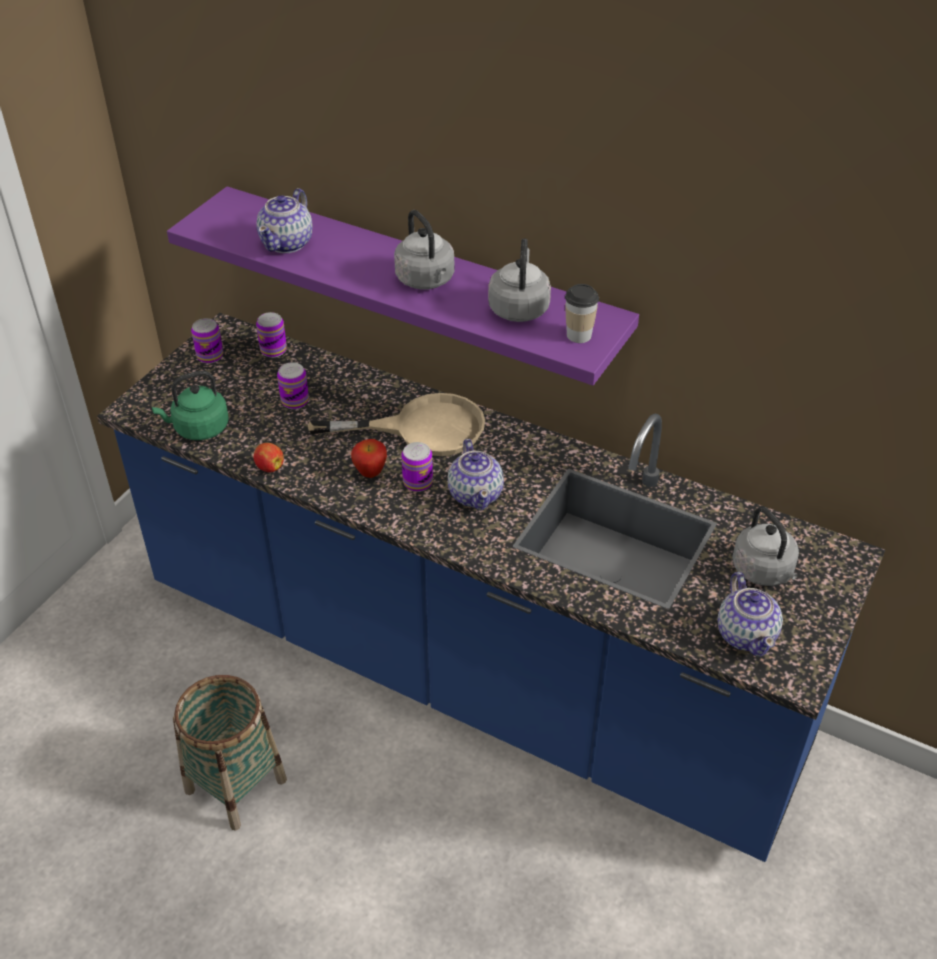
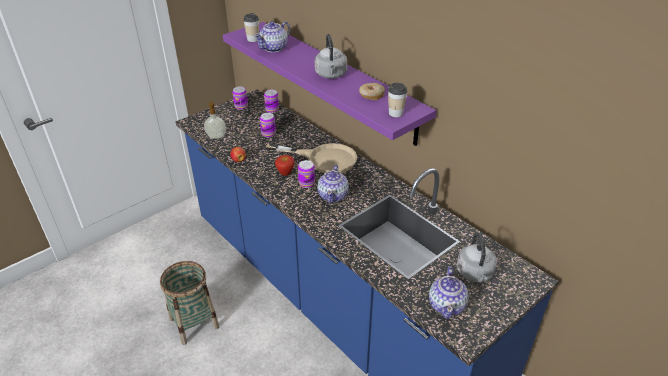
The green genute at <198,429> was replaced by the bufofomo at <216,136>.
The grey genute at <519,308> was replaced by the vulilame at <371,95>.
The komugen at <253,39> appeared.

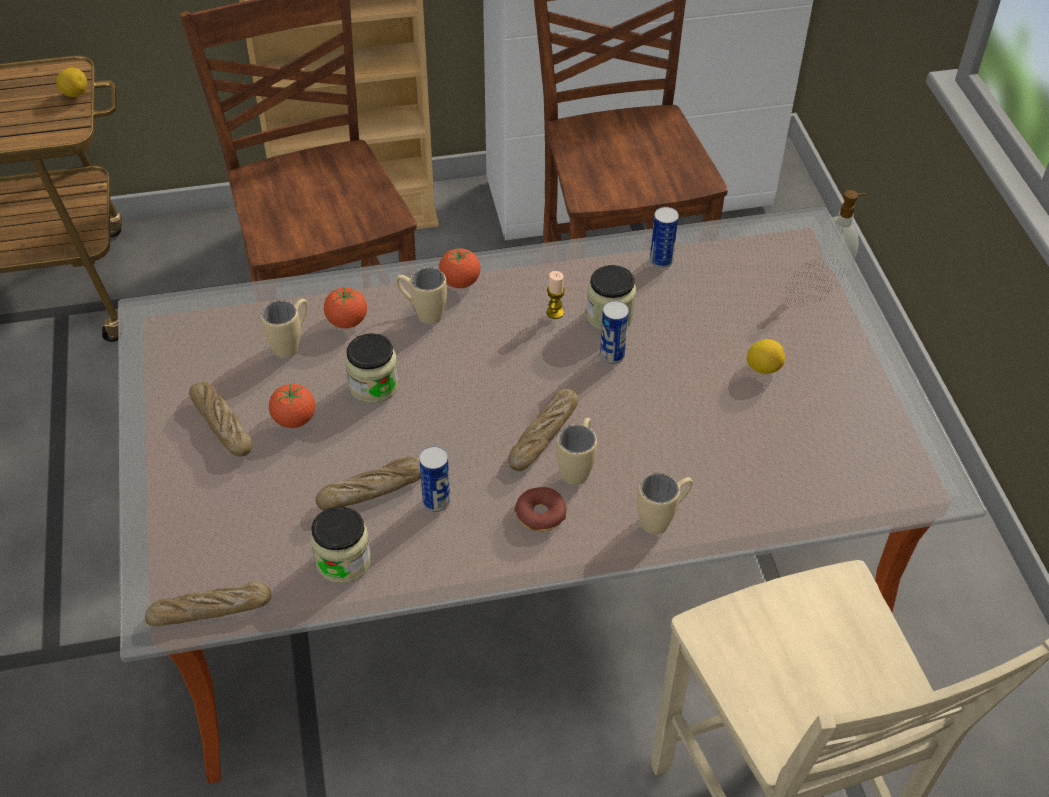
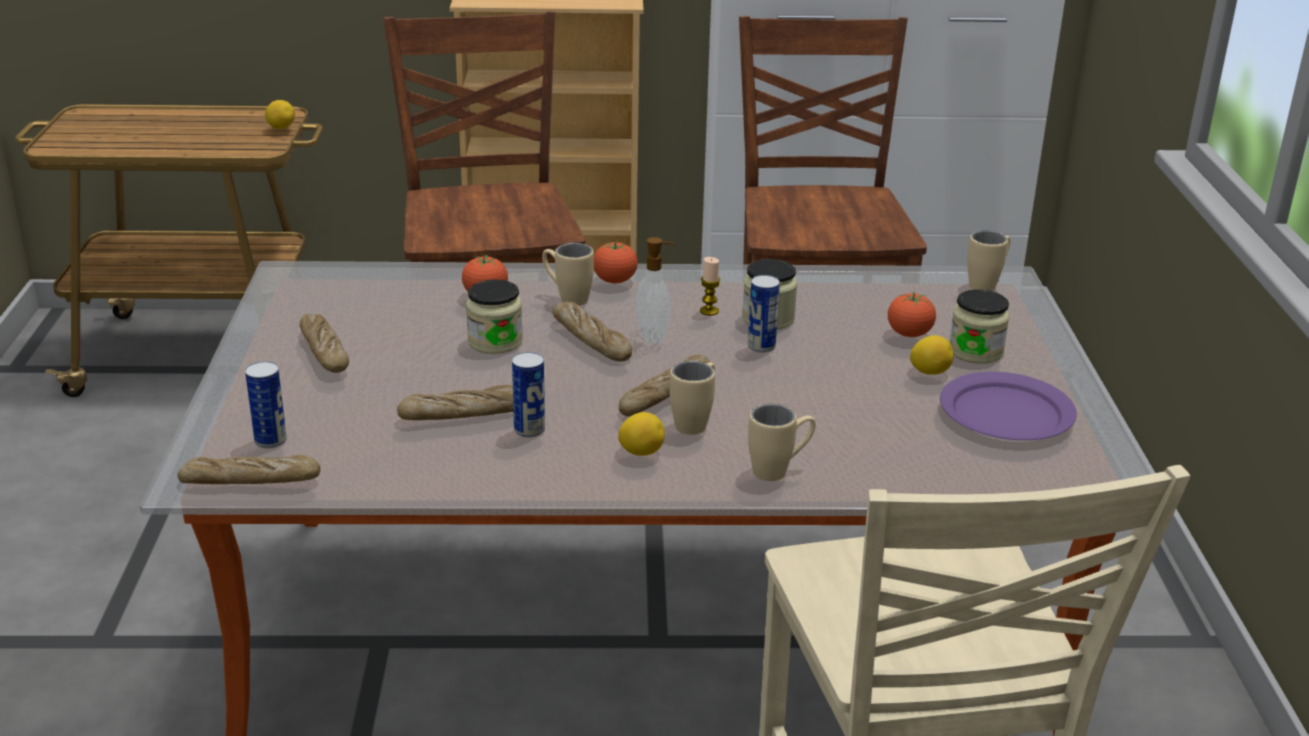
The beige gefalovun moved from <292,343> to <987,283>.
The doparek moved from <294,419> to <909,334>.
The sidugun moved from <343,560> to <975,351>.
The vulilame at <540,515> was replaced by the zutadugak at <641,452>.
The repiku moved from <661,261> to <270,441>.
The bufofomo moved from <835,262> to <654,336>.
The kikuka at <591,340> appeared.
The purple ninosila at <1006,412> appeared.

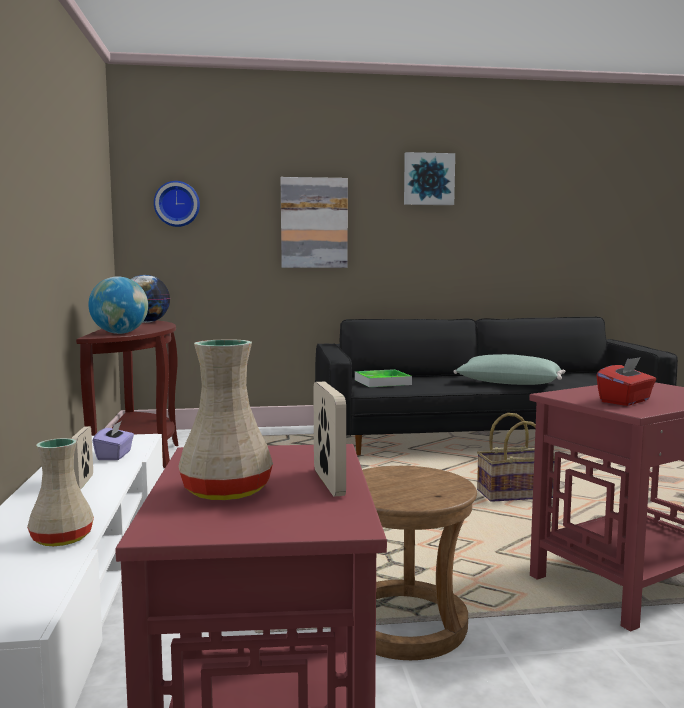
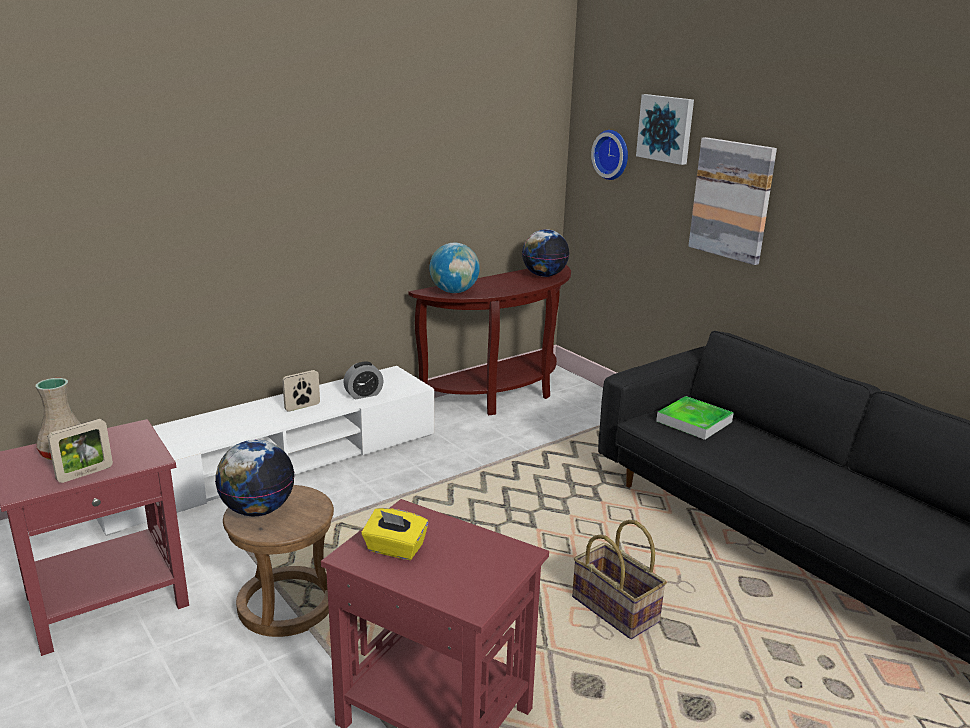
The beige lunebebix at <63,538> disappeared.
The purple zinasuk at <115,455> was replaced by the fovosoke at <363,394>.
The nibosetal moved from <428,179> to <666,128>.
The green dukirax at <508,384> disappeared.
The red zinasuk at <625,401> became the yellow zinasuk at <395,549>.
The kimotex at <258,510> appeared.

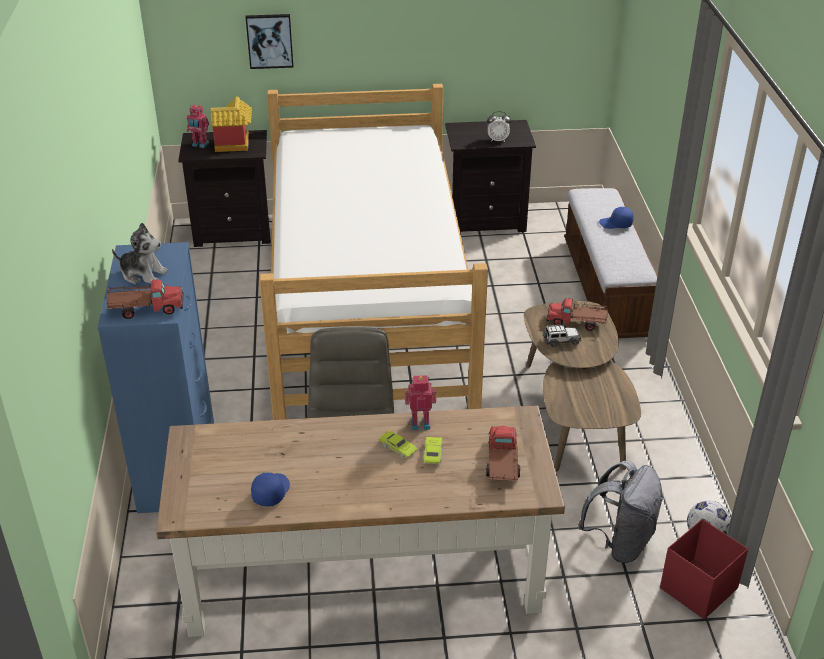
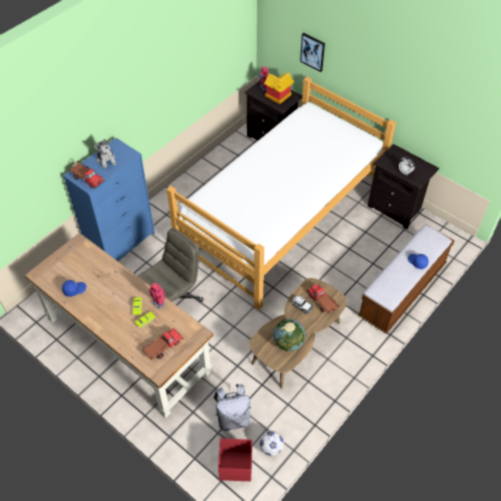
The kimotex at <288,343> appeared.

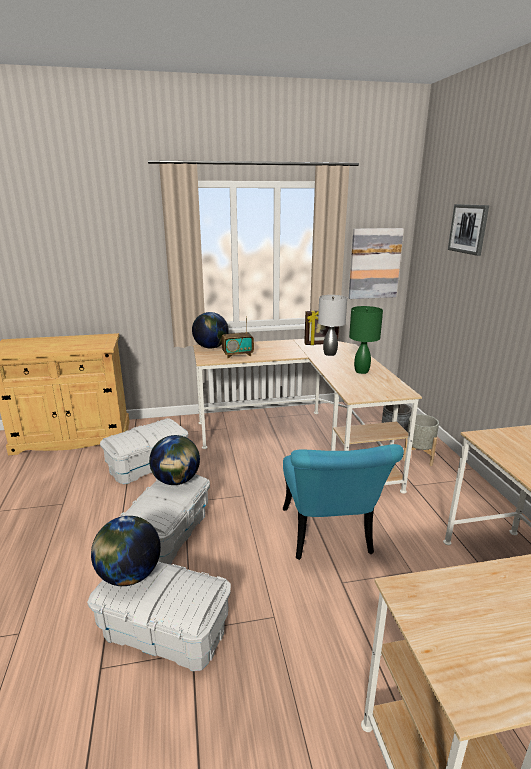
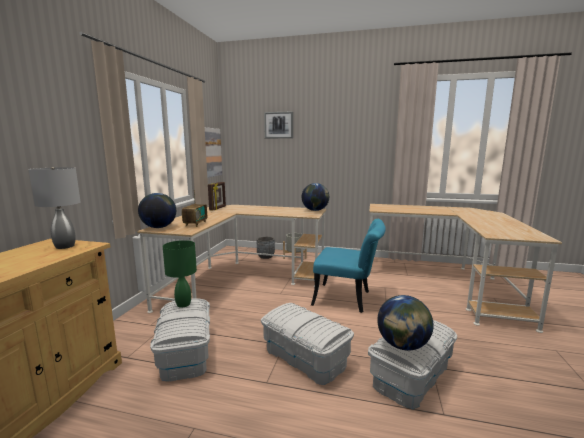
The kimotex moved from <176,481> to <315,210>.
The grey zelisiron moved from <330,353> to <65,246>.
The green zelisiron moved from <361,371> to <183,304>.

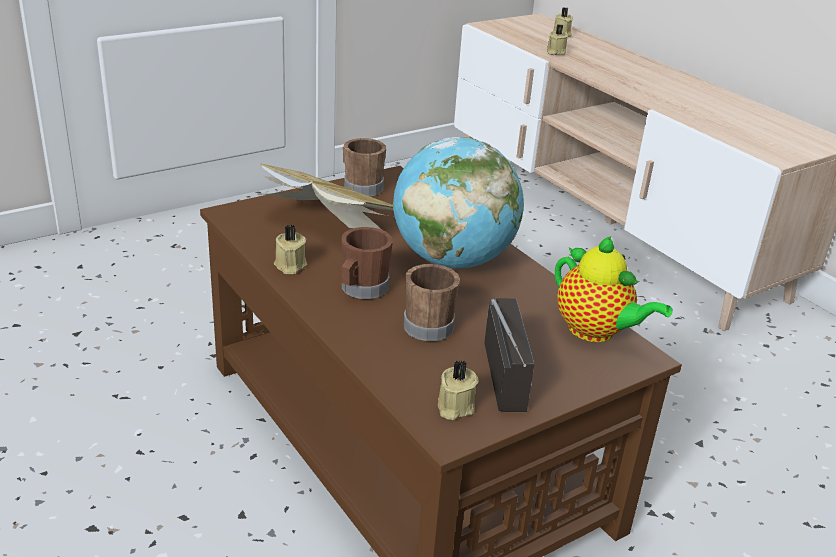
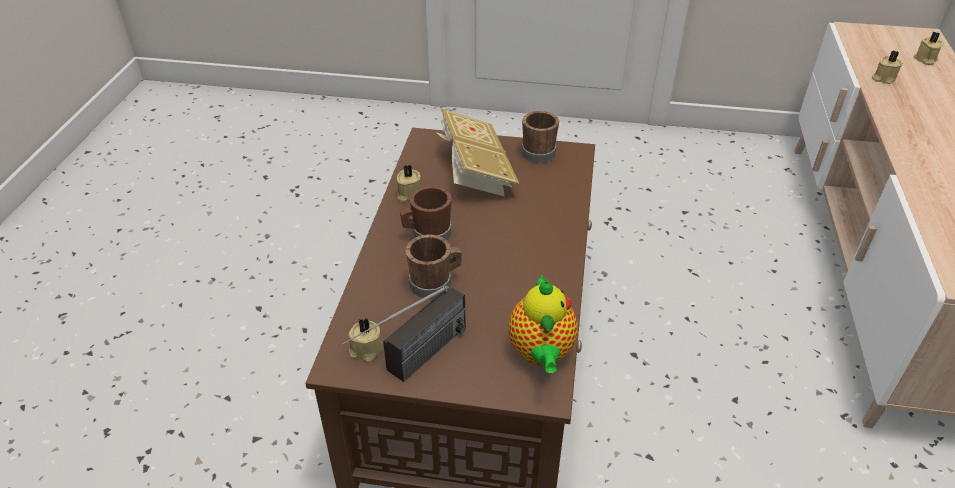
The kimotex at <452,260> disappeared.

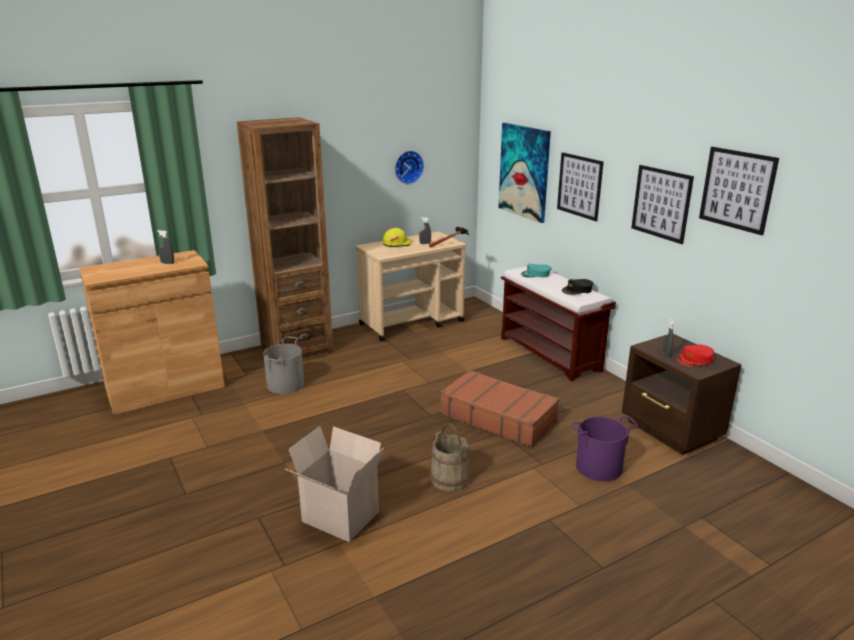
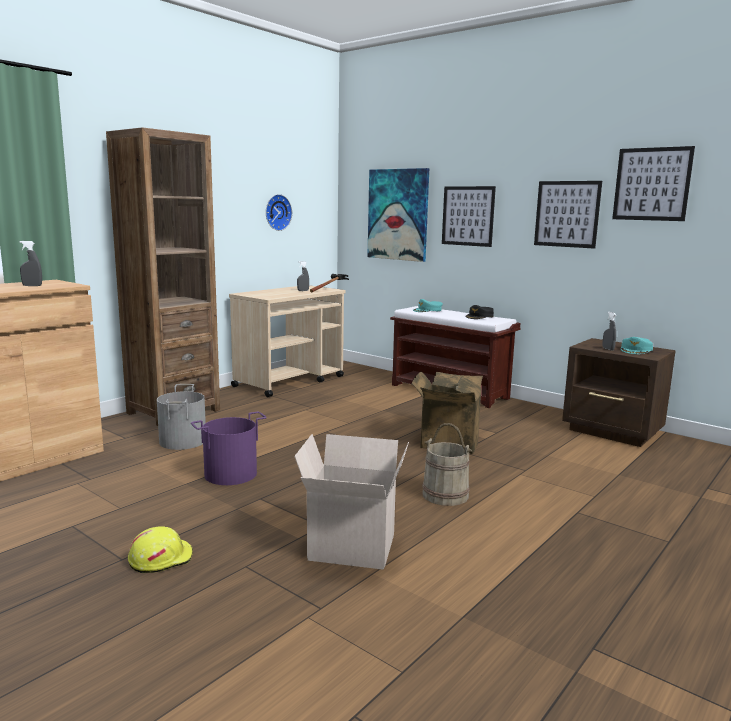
The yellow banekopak moved from <397,243> to <161,559>.
The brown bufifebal at <498,418> was replaced by the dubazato at <446,441>.
The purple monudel moved from <599,467> to <231,474>.
The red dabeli at <695,360> became the turquoise dabeli at <636,350>.

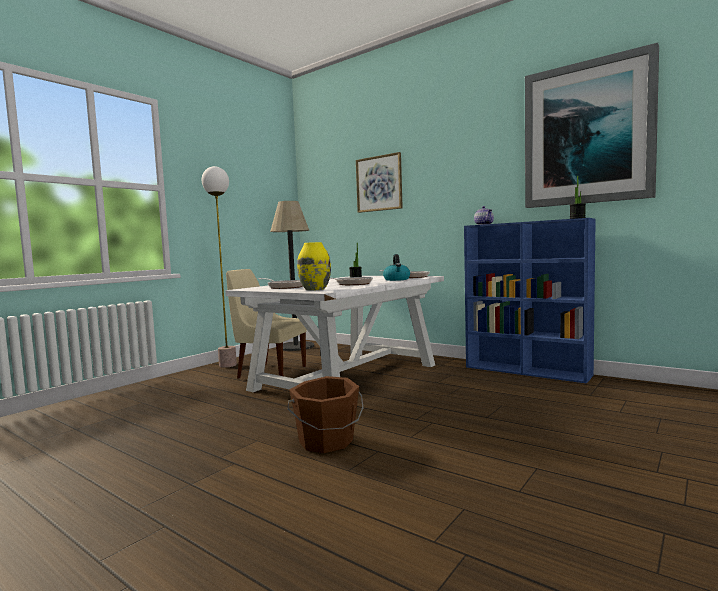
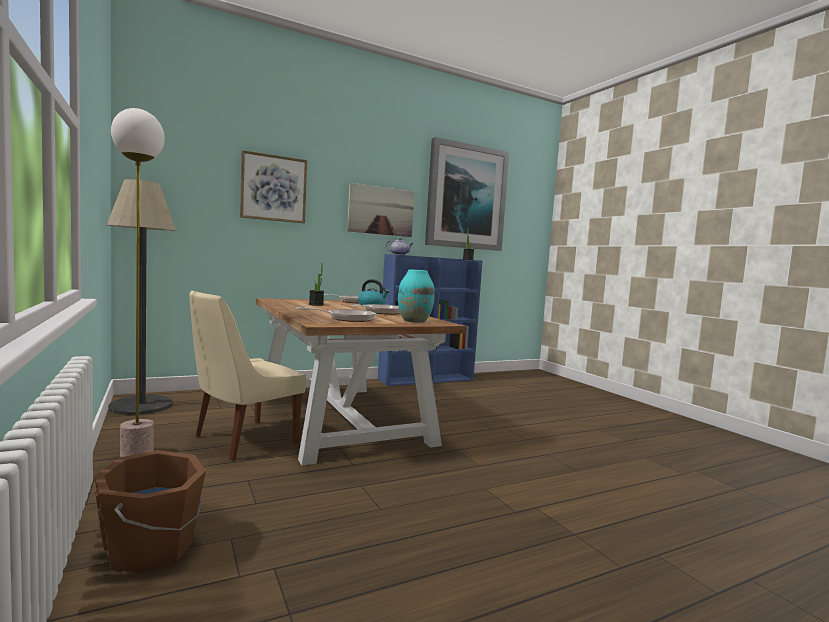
The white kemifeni at <347,376> became the brown kemifeni at <339,418>.
The brown monudel moved from <326,442> to <152,549>.
The yellow lunebebix at <314,289> became the turquoise lunebebix at <414,321>.
The nibosetal at <381,211> appeared.

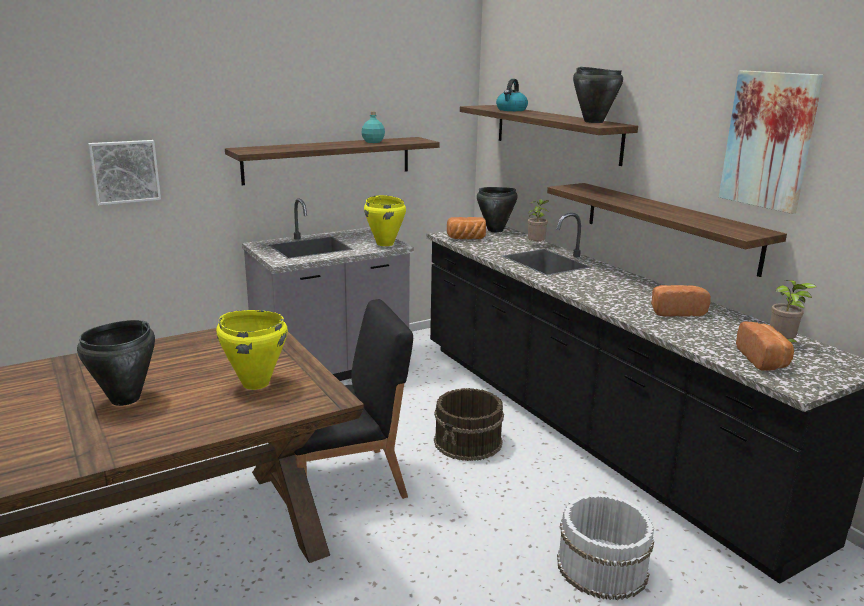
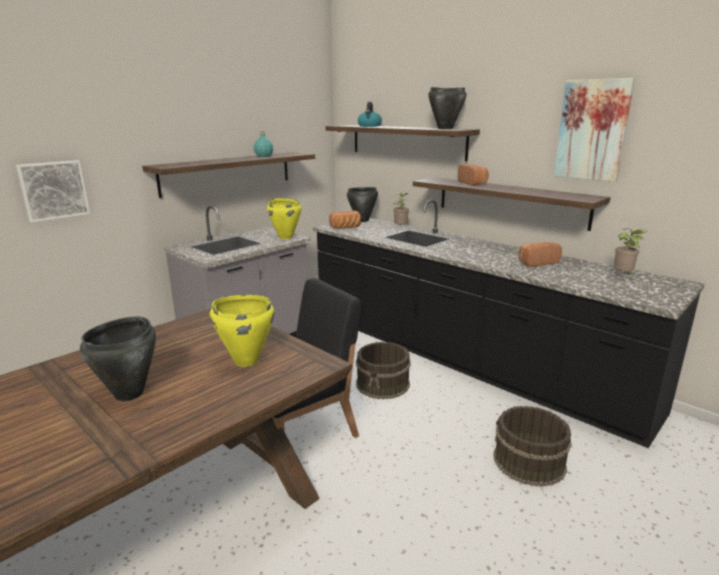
The white monudel at <601,567> became the brown monudel at <528,462>.
The kikuka moved from <764,360> to <473,183>.

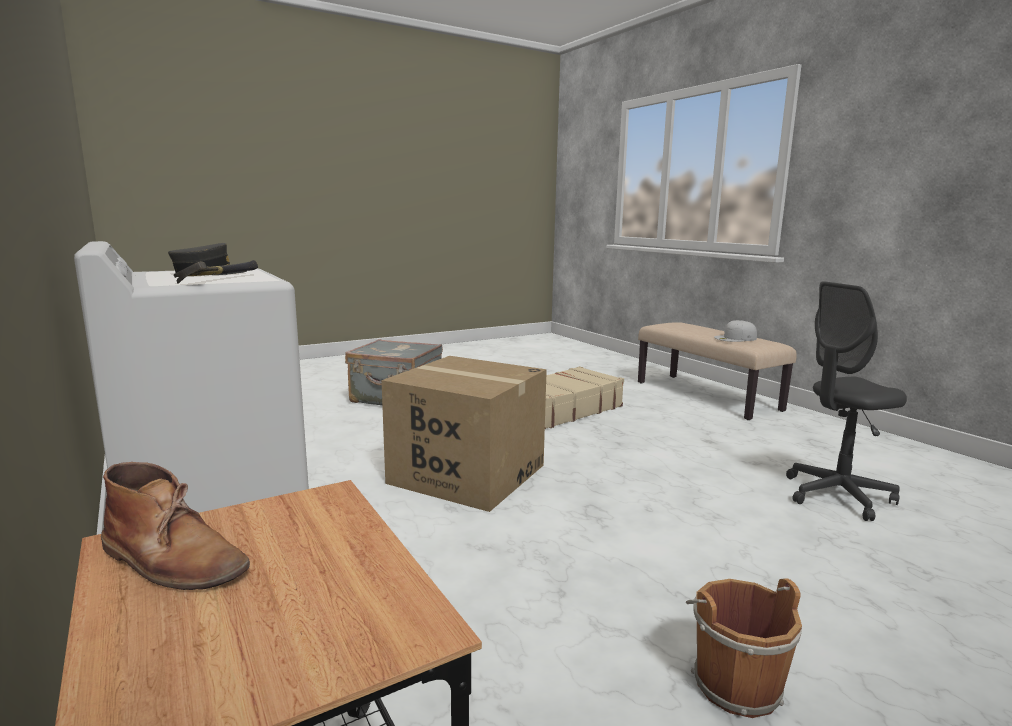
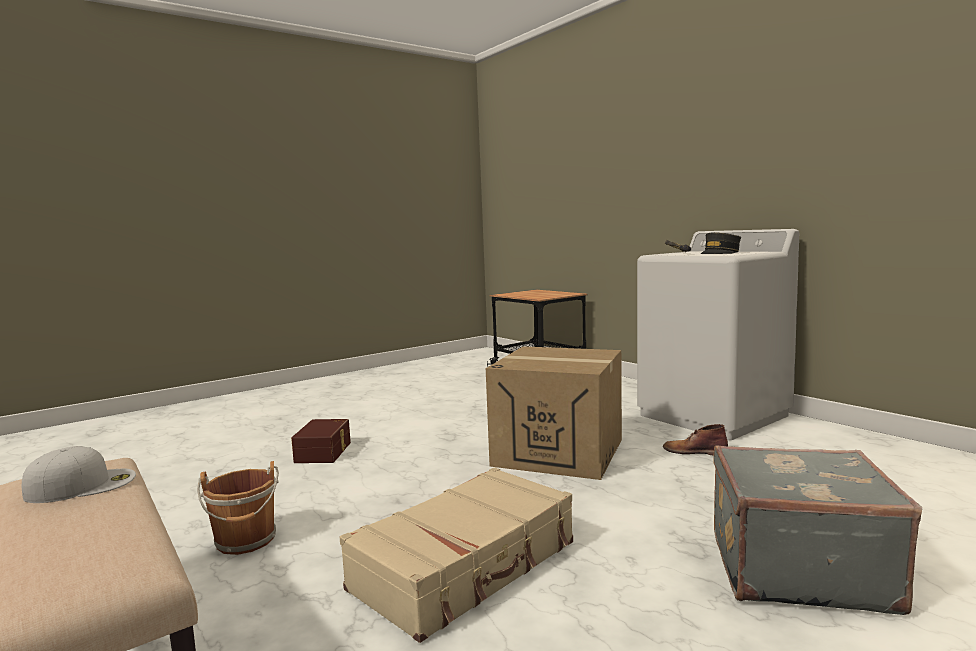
The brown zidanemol moved from <173,560> to <694,451>.
The brown monudel moved from <733,682> to <246,541>.
The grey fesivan at <837,496> disappeared.
The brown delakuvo at <324,452> appeared.

